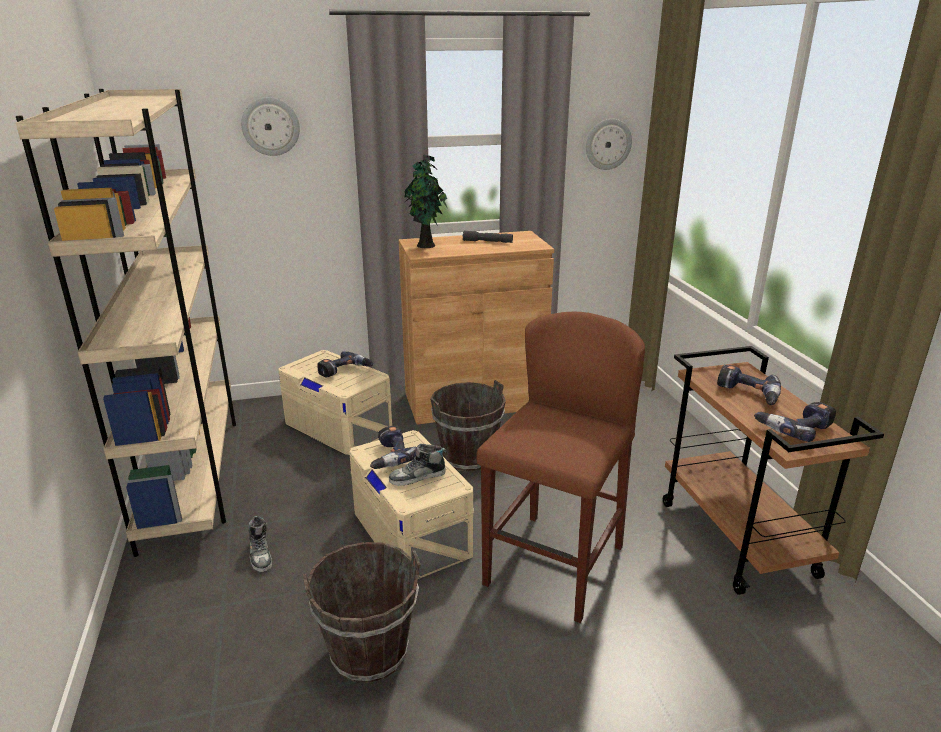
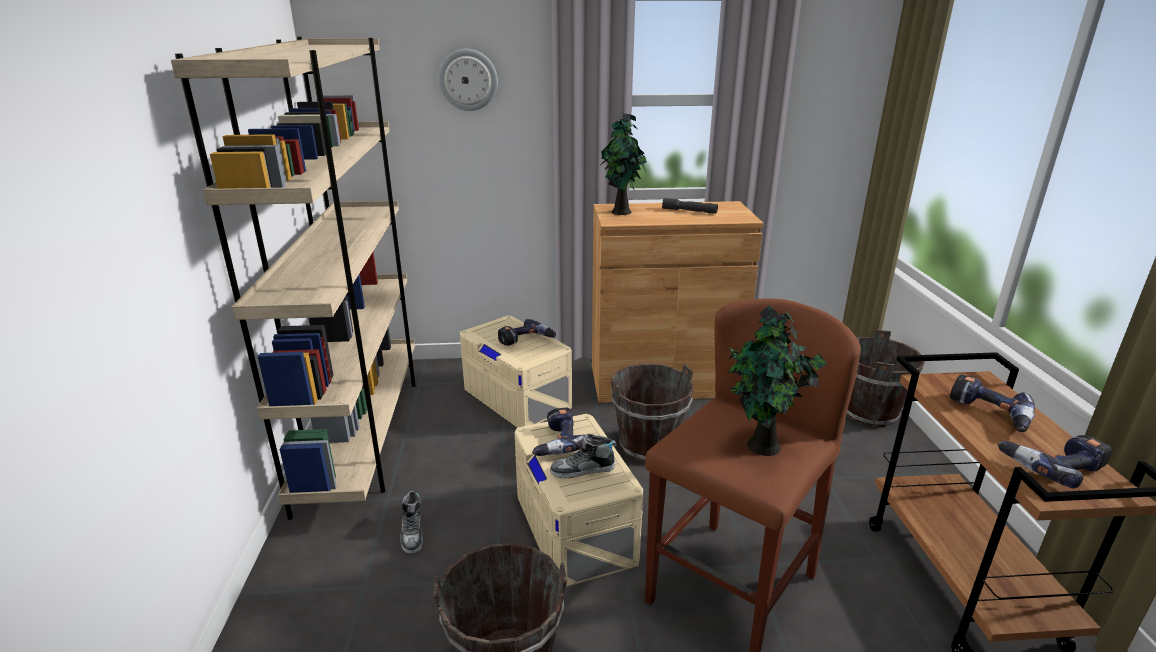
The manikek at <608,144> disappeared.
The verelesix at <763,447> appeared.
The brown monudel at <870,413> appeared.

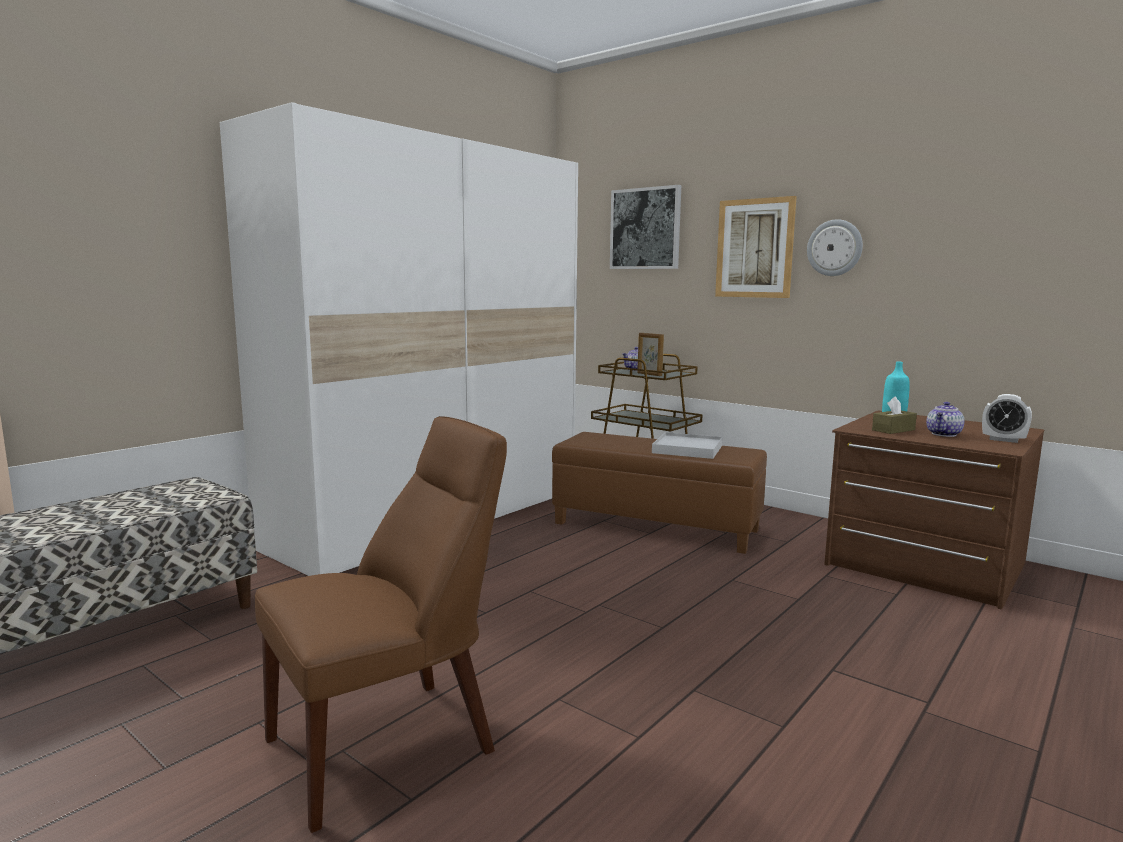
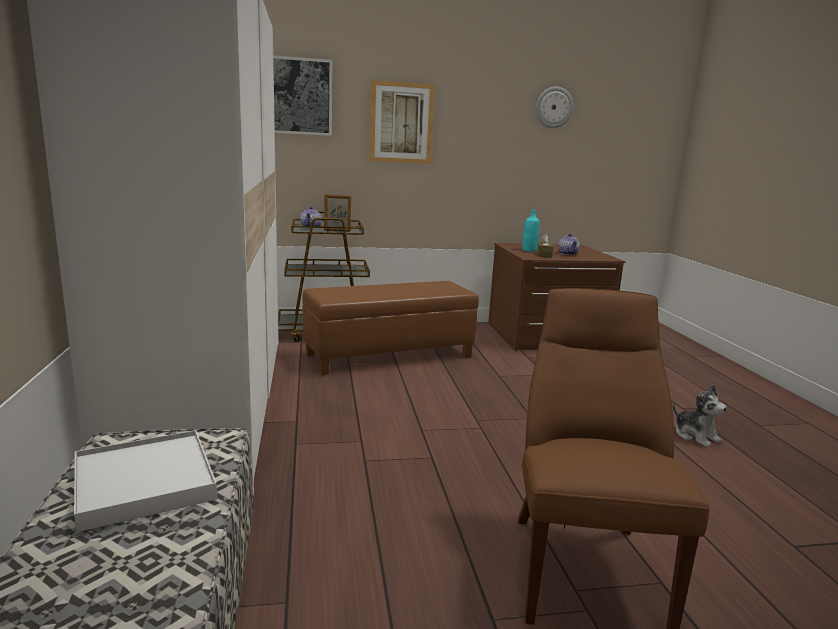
The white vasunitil moved from <687,449> to <145,483>.
The manikek moved from <834,248> to <553,107>.
The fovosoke at <1003,440> disappeared.
The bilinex at <695,436> appeared.

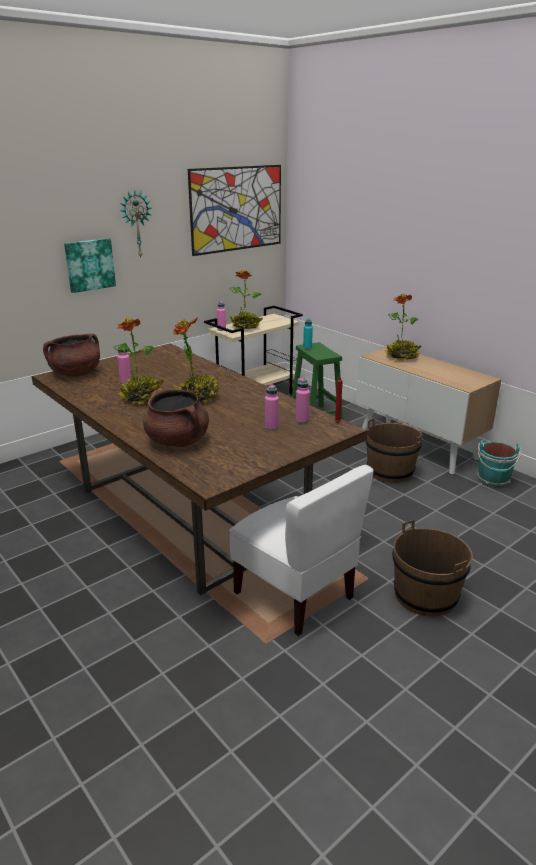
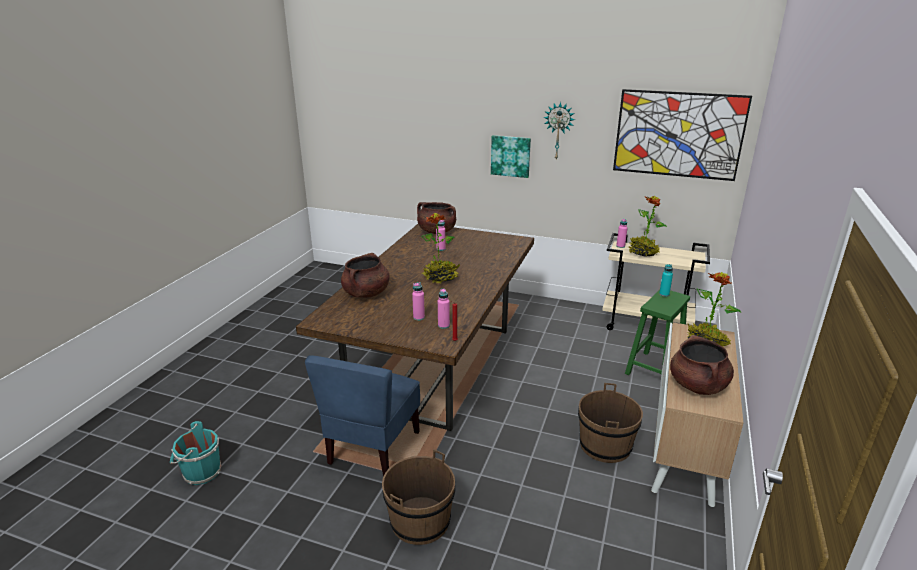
The verelesix at <142,398> disappeared.
The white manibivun at <295,594> became the blue manibivun at <373,447>.
The turquoise monudel moved from <493,480> to <200,473>.
The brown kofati at <698,386> appeared.

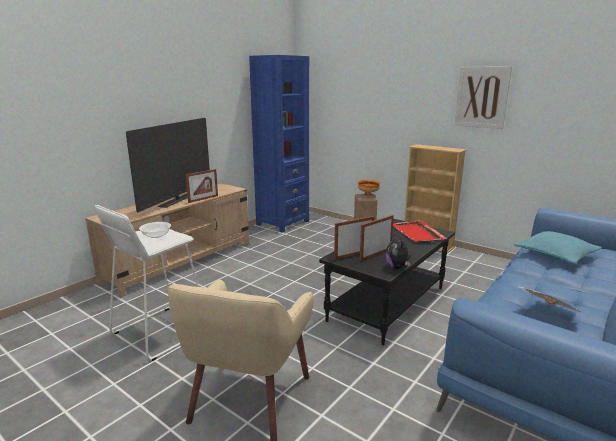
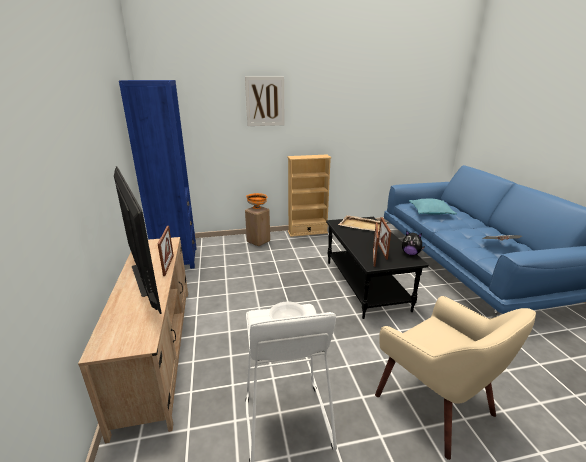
The red vasunitil at <417,233> became the beige vasunitil at <363,225>.
The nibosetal moved from <482,97> to <265,101>.

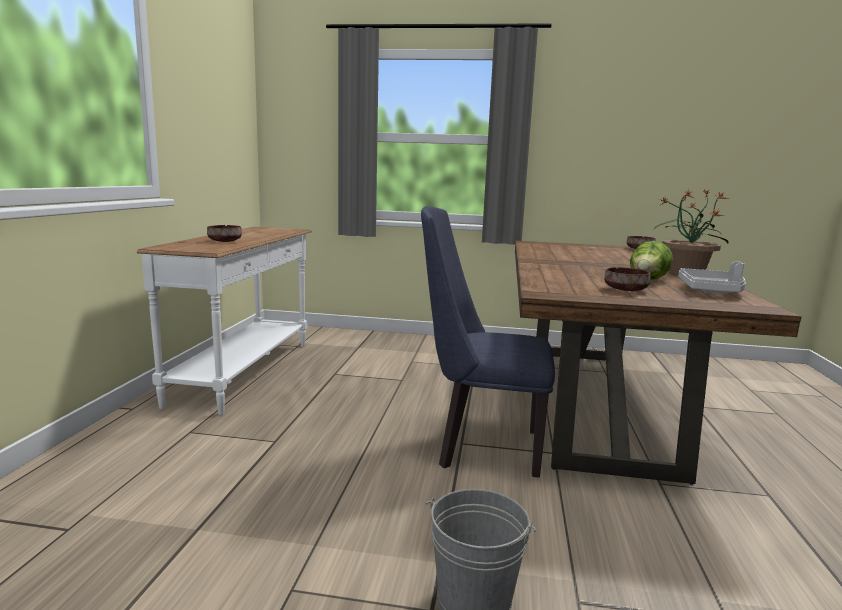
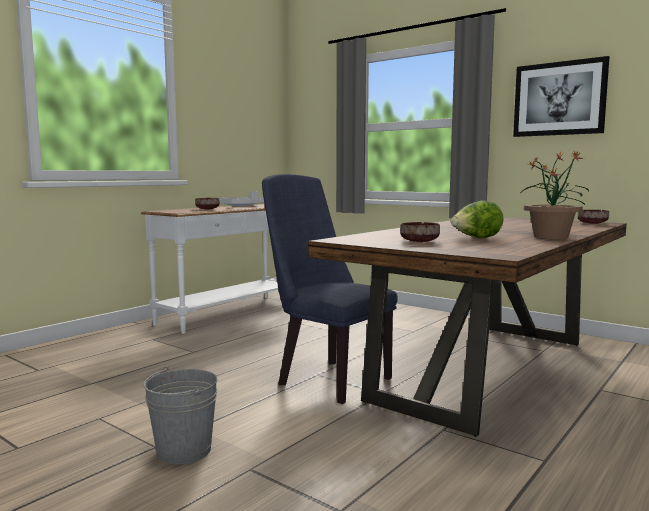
The grey vasunitil moved from <711,291> to <242,206>.
The nibosetal at <559,99> appeared.

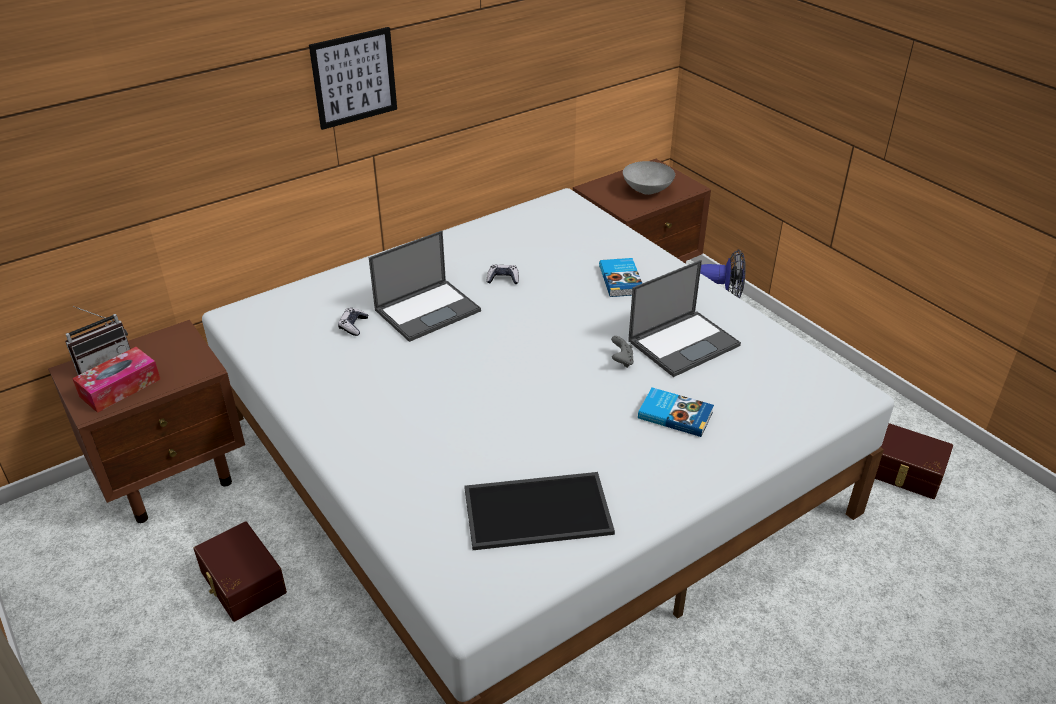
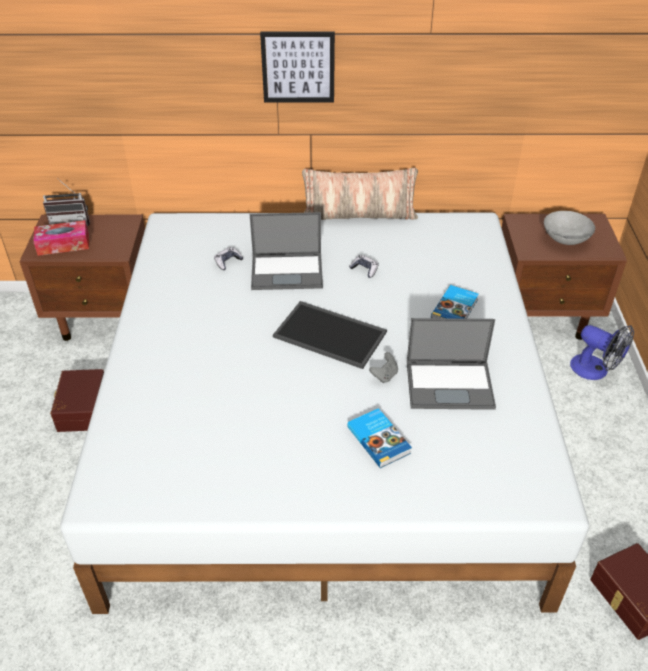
The vasunitil moved from <538,509> to <331,334>.
The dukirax at <359,215> appeared.

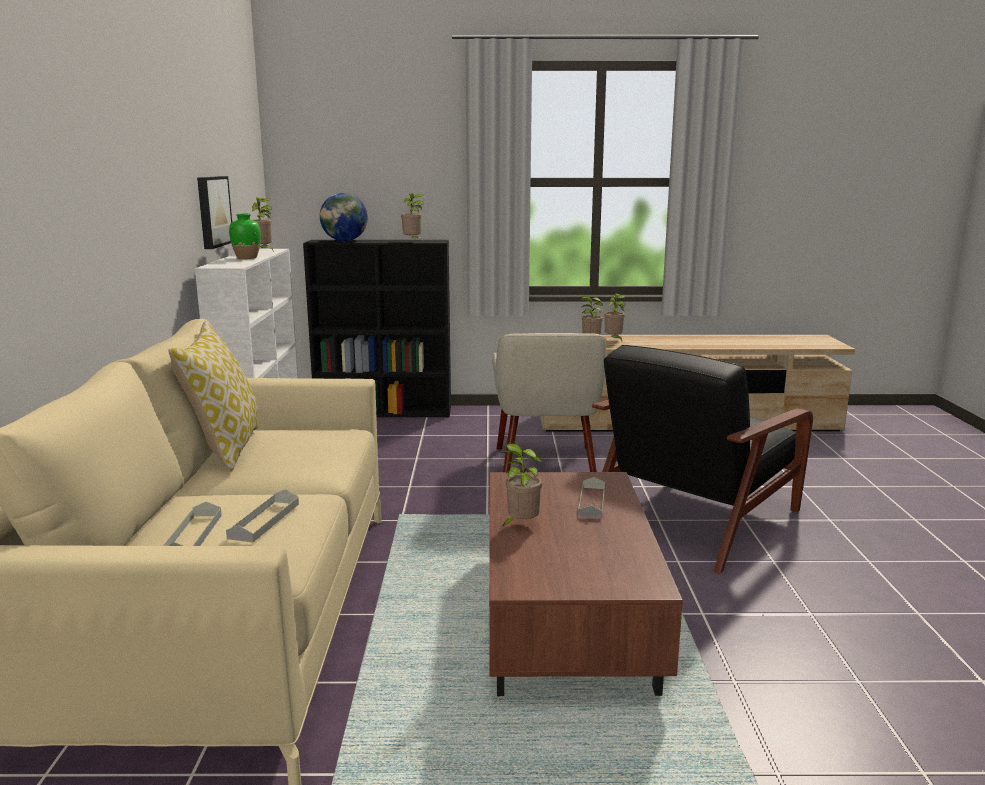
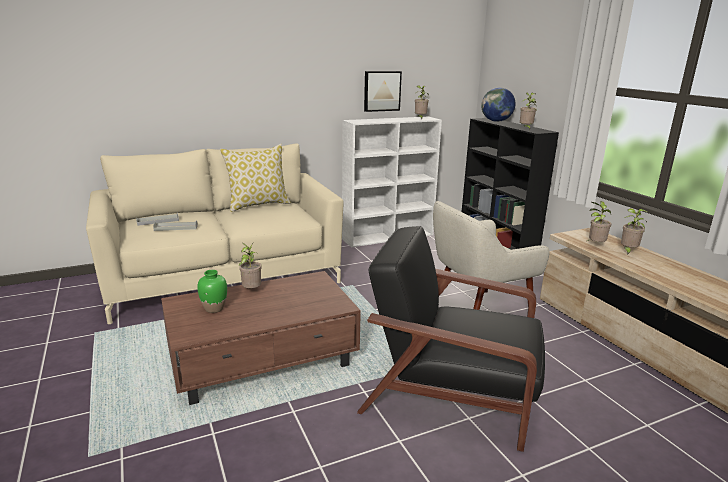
The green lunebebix moved from <247,258> to <214,309>.
The grey vasunitil at <591,502> disappeared.

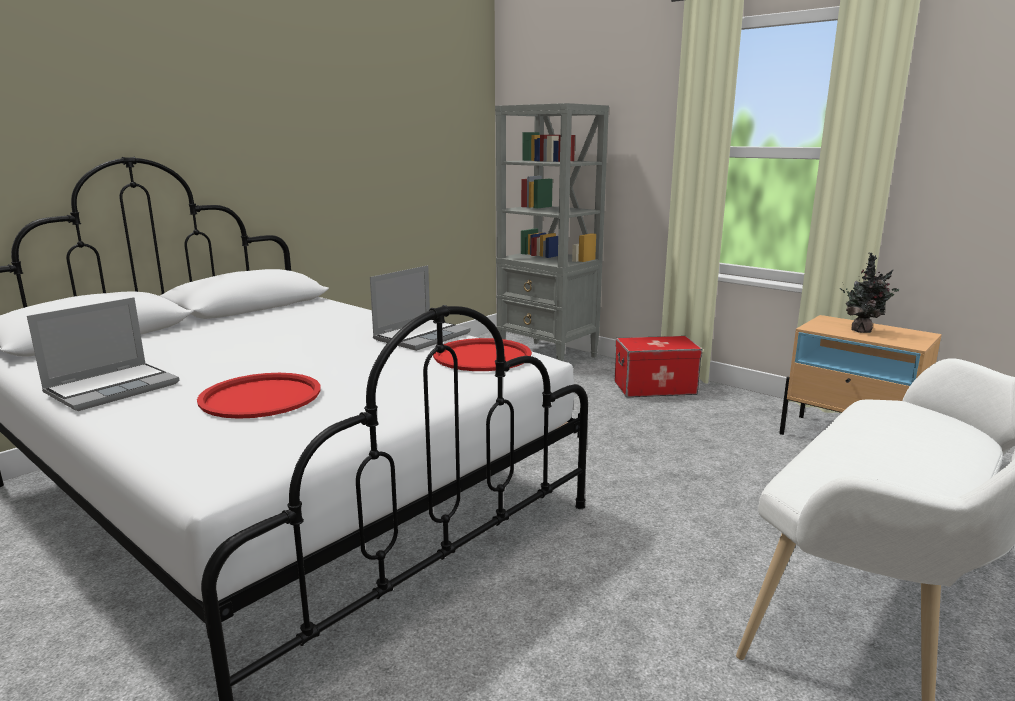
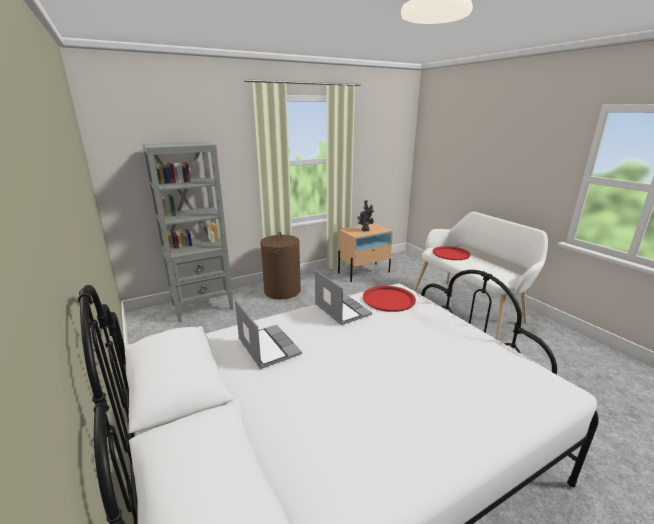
The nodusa moved from <113,388> to <267,347>.
The red vasunitil moved from <260,397> to <451,254>.
The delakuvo at <655,388> was replaced by the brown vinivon at <282,291>.

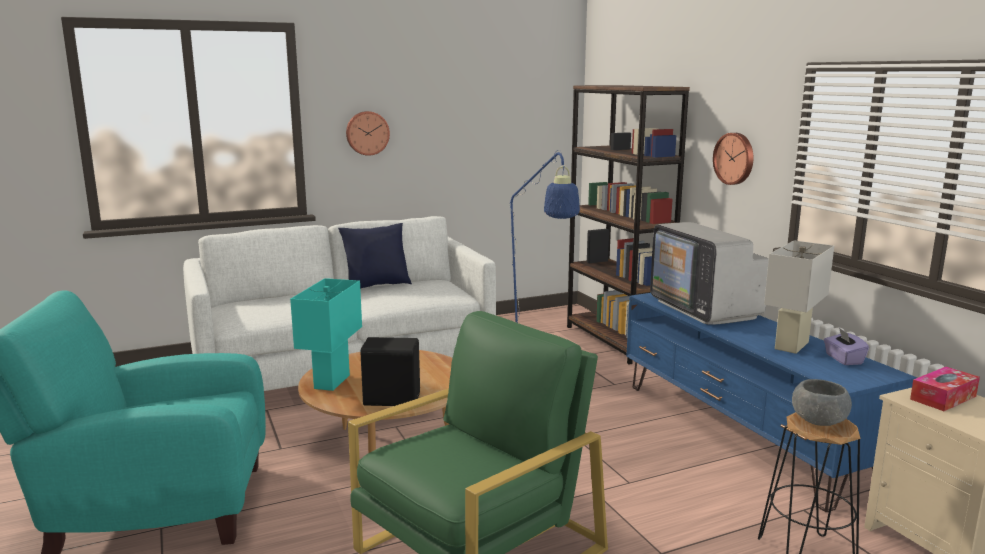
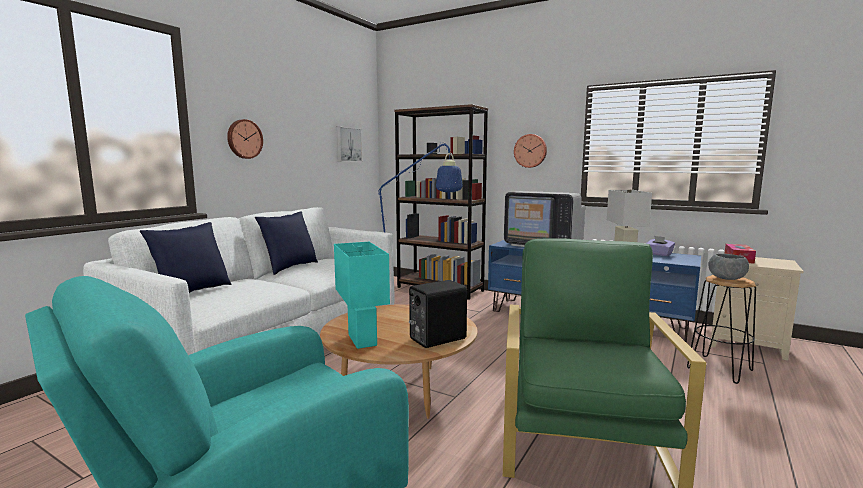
The blue dukirax at <192,293> appeared.
The nibosetal at <348,144> appeared.

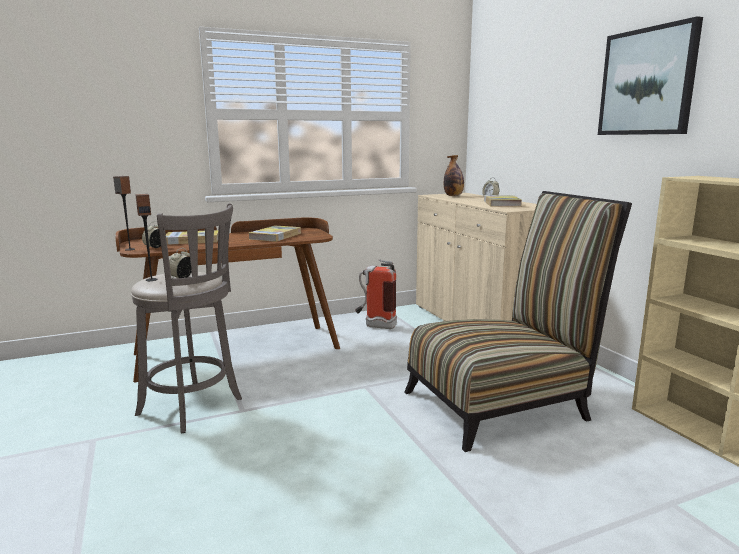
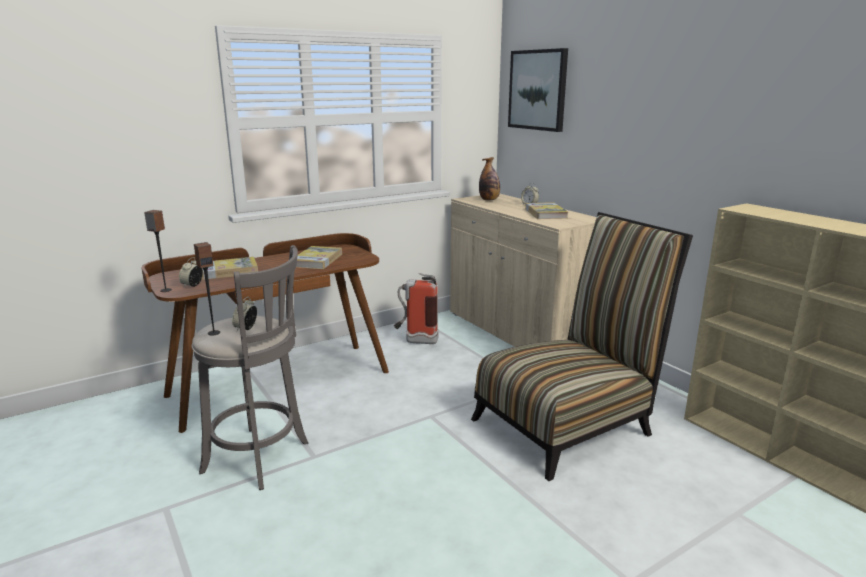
The nibosetal moved from <647,82> to <538,90>.

